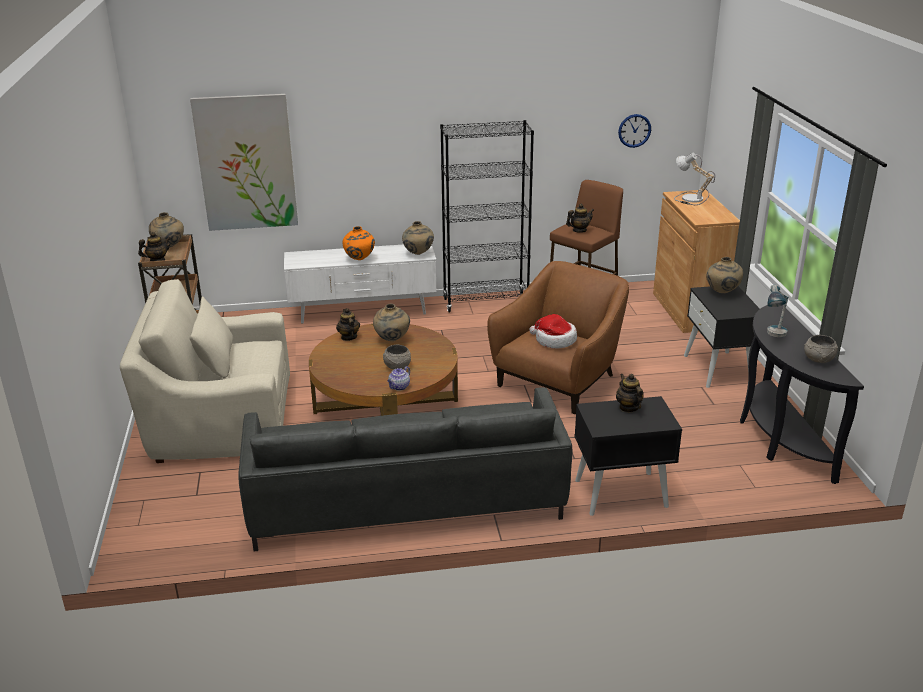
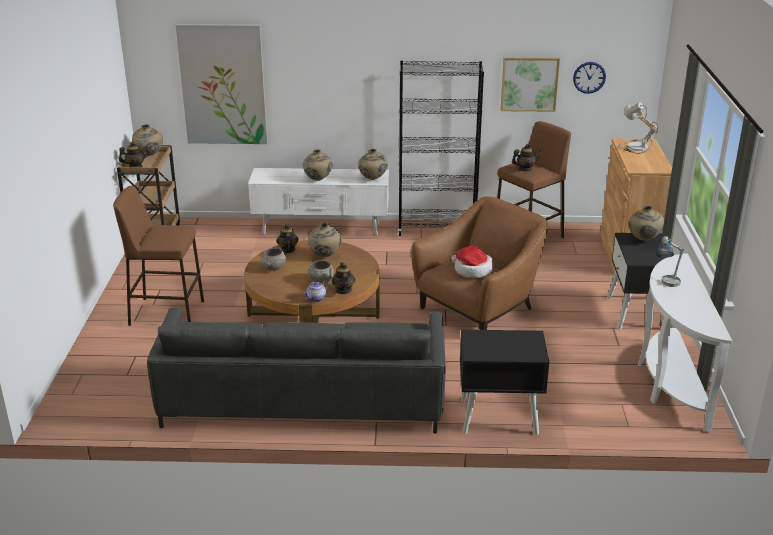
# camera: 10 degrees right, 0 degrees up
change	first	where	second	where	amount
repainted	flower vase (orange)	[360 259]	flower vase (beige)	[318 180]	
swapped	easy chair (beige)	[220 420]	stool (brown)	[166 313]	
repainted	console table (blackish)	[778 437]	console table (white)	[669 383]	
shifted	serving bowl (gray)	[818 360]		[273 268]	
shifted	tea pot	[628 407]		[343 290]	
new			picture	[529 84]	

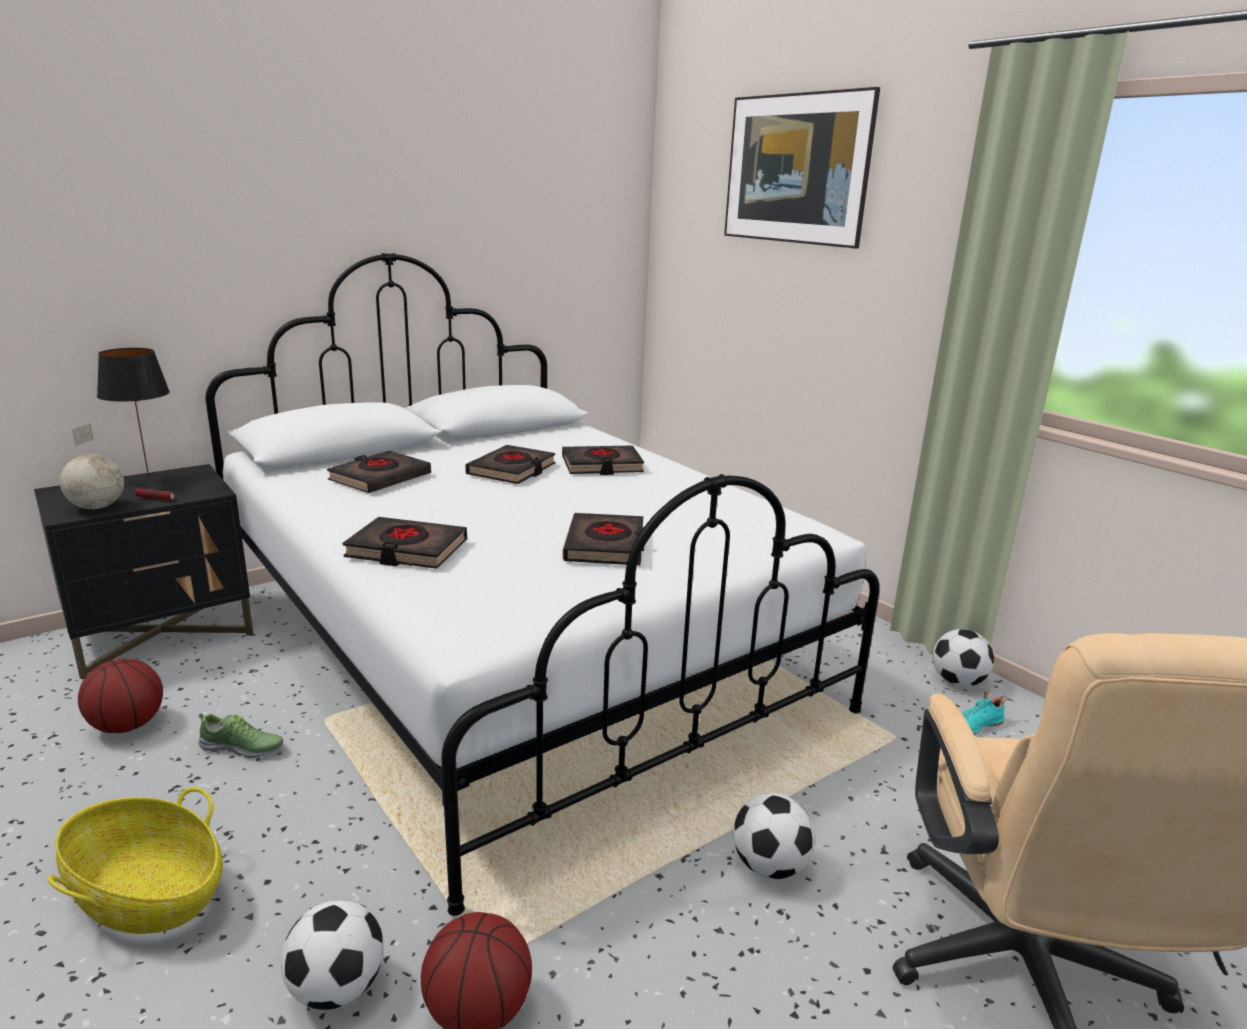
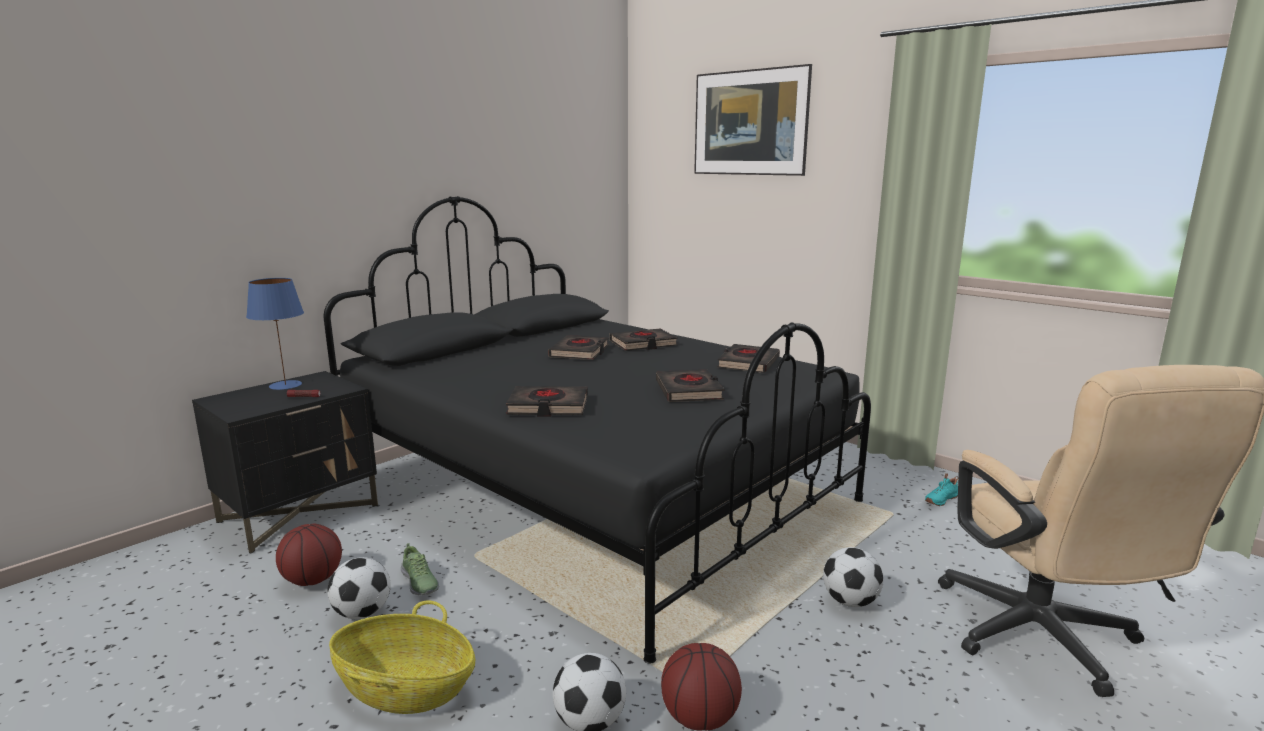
# camera: 10 degrees left, 5 degrees down
change	first	where	second	where	amount
repainted	sleeping bed (white)	[516 647]	sleeping bed (blackish)	[594 490]	
repainted	lamp for a table (blackish)	[148 479]	lamp for a table (bluish)	[285 385]	
gone	globe	[96 507]			
shifted	volume (blackish)	[380 478]		[748 363]	
shifted	ball for football	[957 682]		[362 613]	
rotated	shoe	[243 748]		[419 583]	60 degrees clockwise

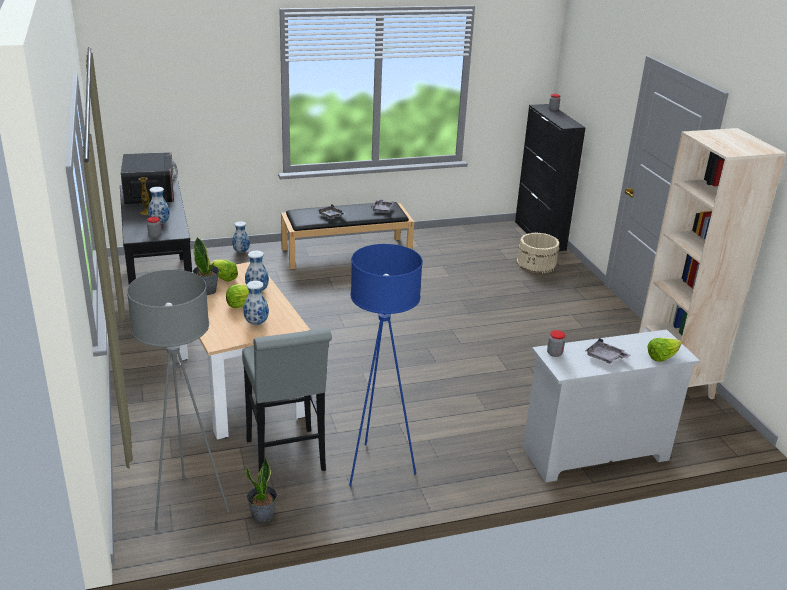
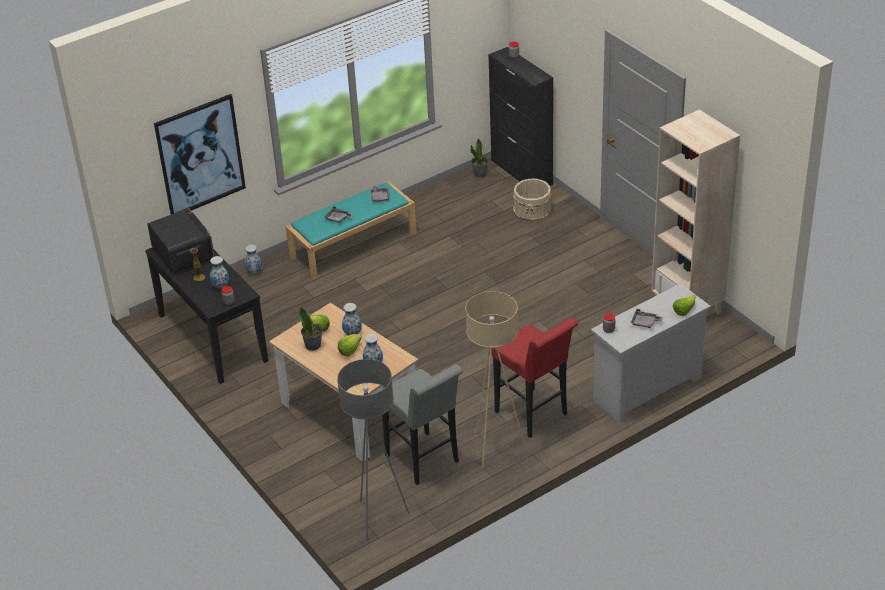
# camera: 15 degrees left, 10 degrees up
change	first	where	second	where	amount
repainted	bench (blackish)	[347 252]	bench (blue-green)	[353 244]	
repainted	standard lamp (bluish)	[377 468]	standard lamp (beige)	[495 448]	
shifted	plant in a pot	[263 516]		[480 174]	
new			picture	[200 156]	
new			stool (red)	[534 415]	

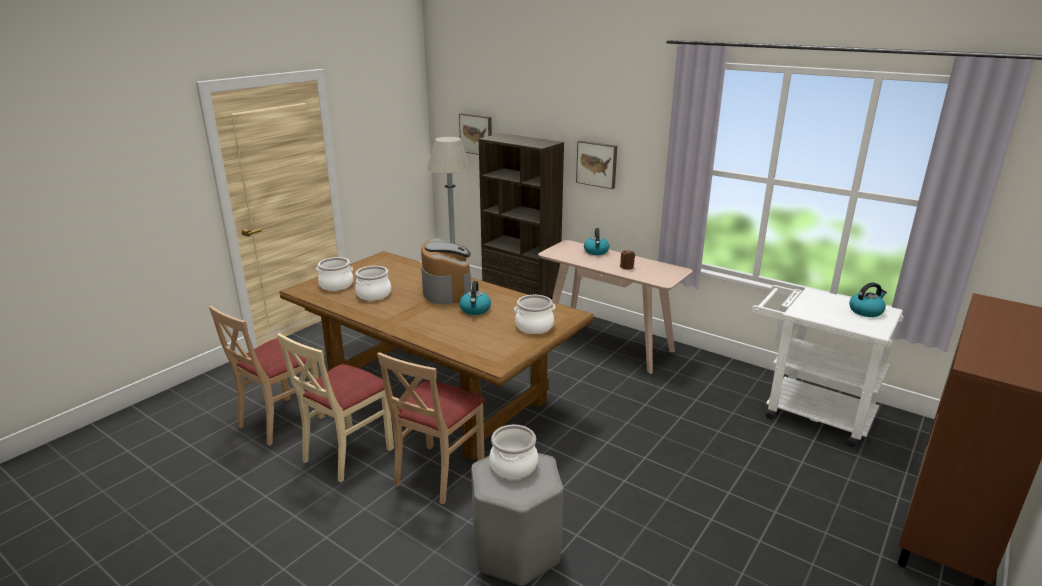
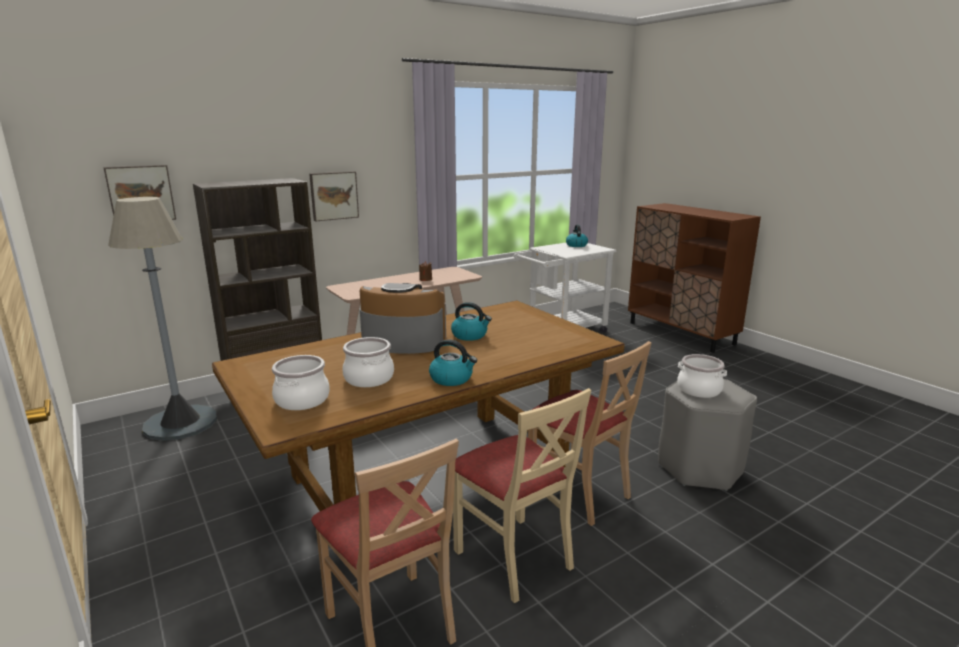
# camera: 70 degrees left, 5 degrees down
change	first	where	second	where	amount
shifted	water kettle	[596 252]		[452 379]	
gone	saucepot	[534 327]			

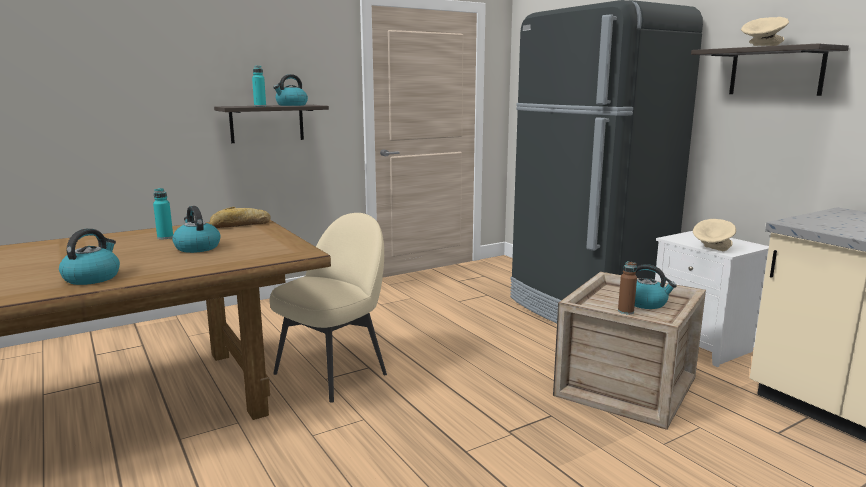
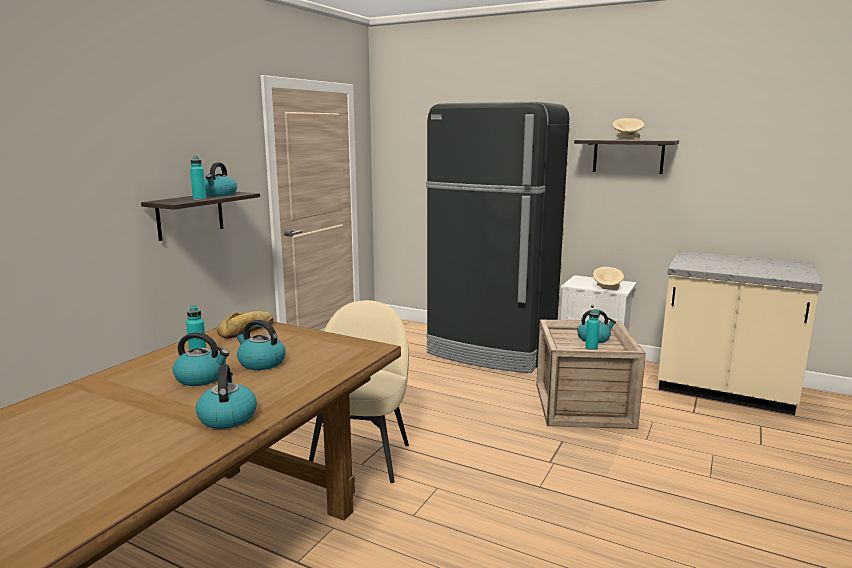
# camera: 30 degrees left, 0 degrees up
change	first	where	second	where	amount
repainted	drink bottle (brown)	[625 311]	drink bottle (blue-green)	[591 348]	
new			water kettle	[202 378]	

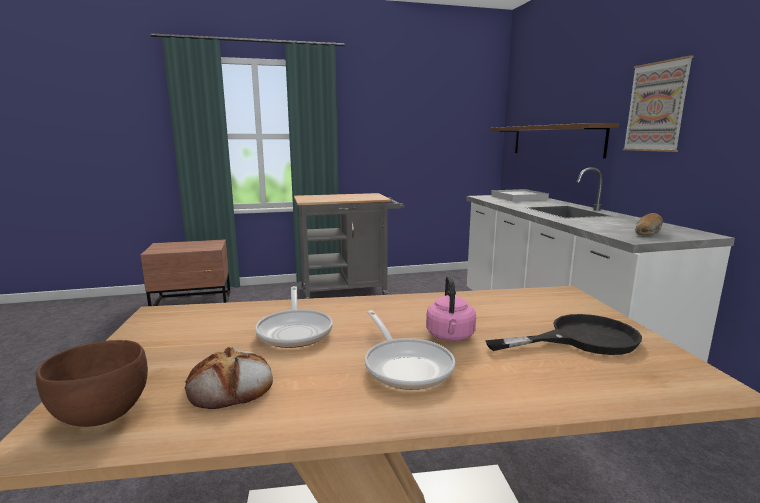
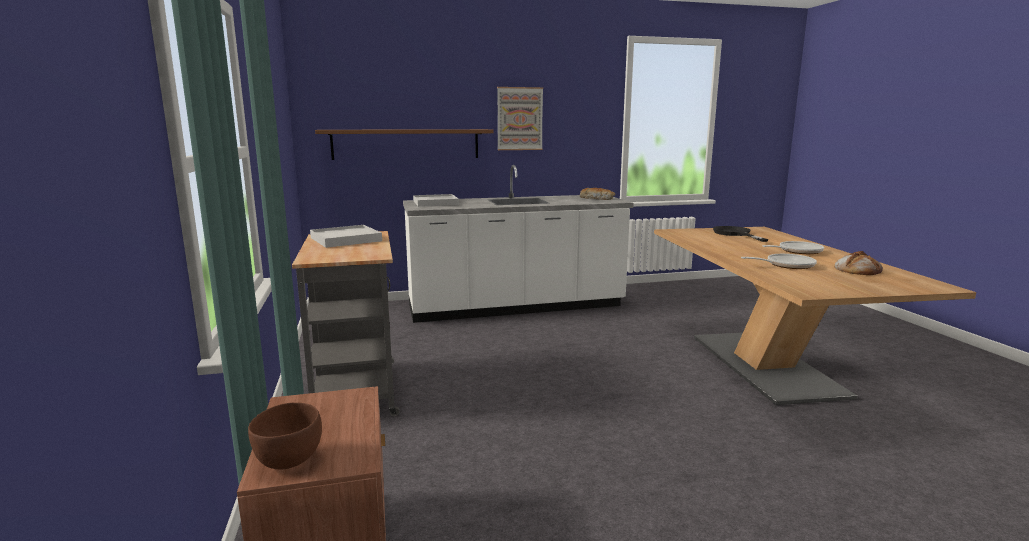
# camera: 90 degrees left, 0 degrees up
change	first	where	second	where	amount
gone	water kettle (pink-coloured)	[450 336]			
shifted	serving bowl (brown)	[103 415]		[290 460]	
new			tray (white)	[346 239]	

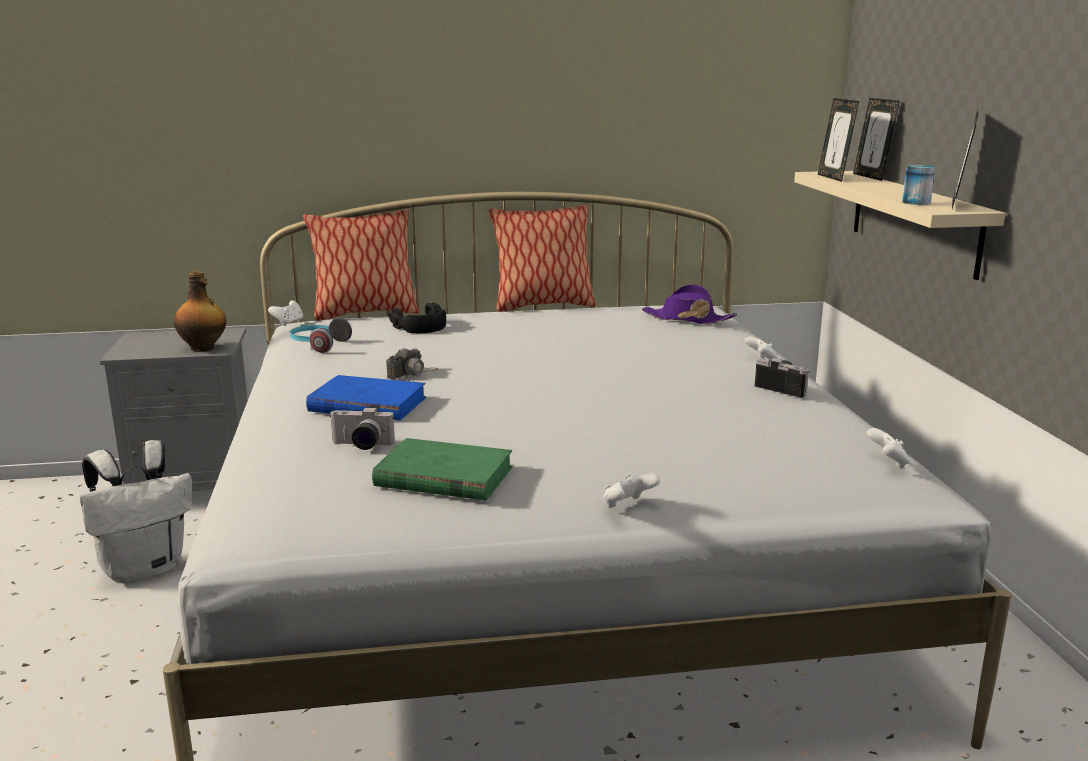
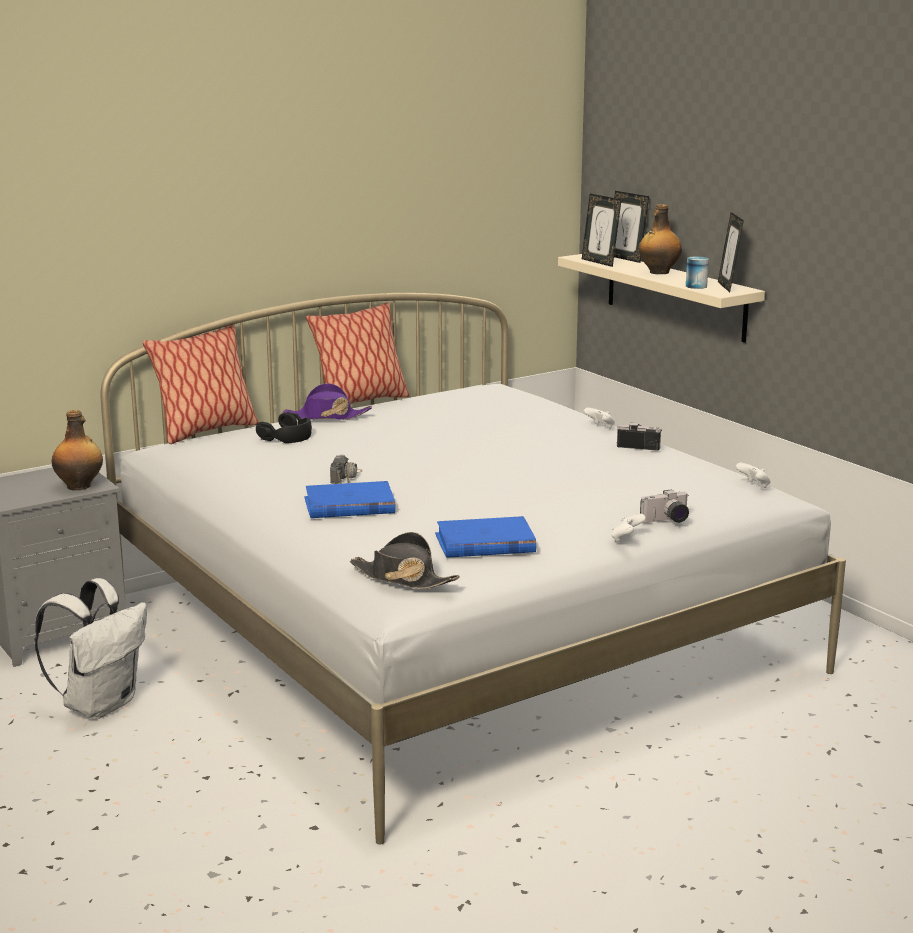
# camera: 25 degrees left, 0 degrees up
change	first	where	second	where	amount
shifted	wearable hat (purple-coloured)	[687 319]		[326 416]	
gone	joypad (white)	[288 323]			
gone	pair of headphones	[318 345]			
shifted	still camera	[361 445]		[667 521]	
repainted	volume (greenish)	[443 476]	volume (bluish)	[484 543]	
new			drink bottle	[658 272]	
new			wearable hat (blackish)	[403 578]	

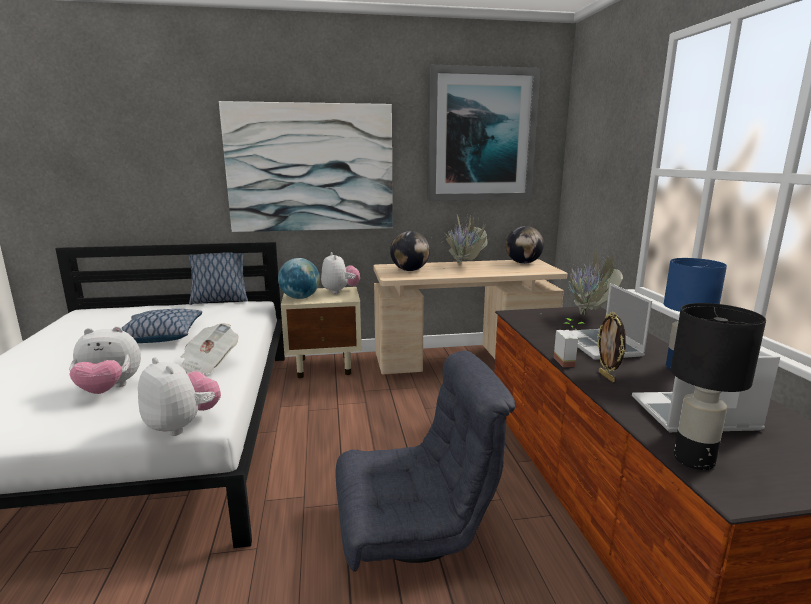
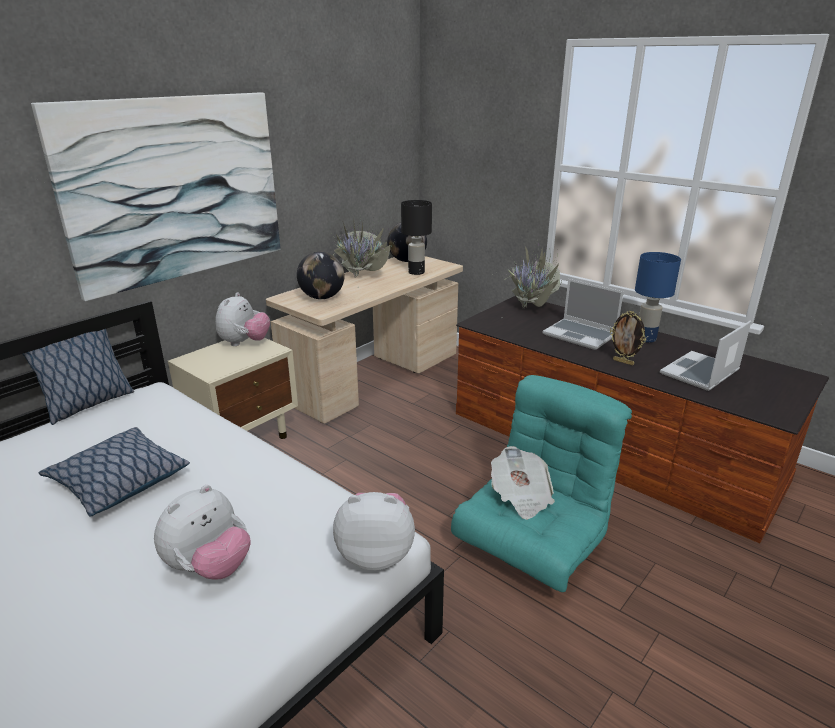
# camera: 40 degrees left, 10 degrees up
change	first	where	second	where	amount
gone	picture	[480 135]			
rotated	soft toy	[340 291]		[244 343]	75 degrees clockwise
gone	globe	[300 298]			
shifted	lamp for a table (blackish)	[693 460]		[416 272]	
gone	plant in a pot	[569 361]			
shifted	printed paper	[207 365]		[521 497]	
repainted	easy chair (gray)	[415 529]	easy chair (blue-green)	[534 543]	

